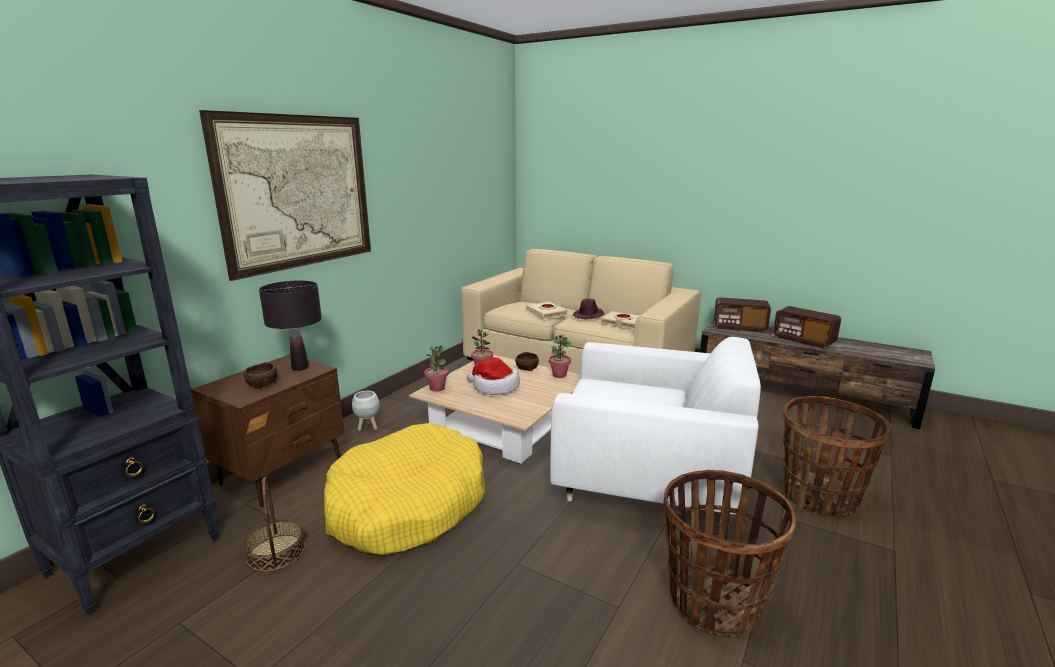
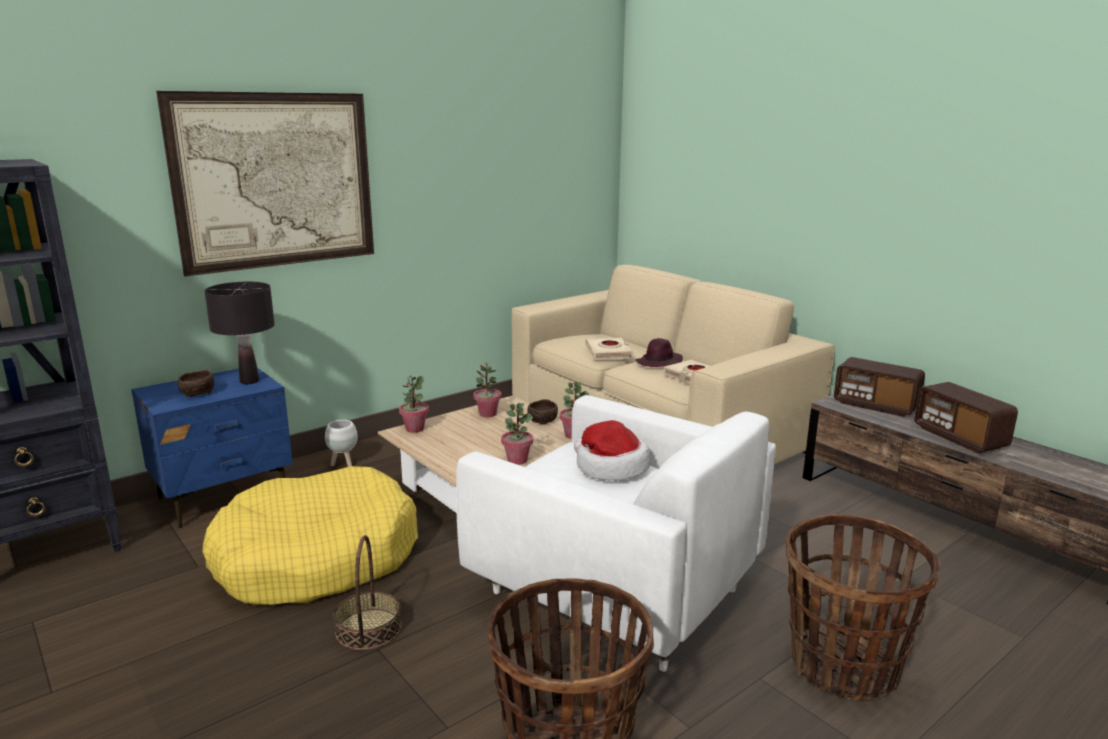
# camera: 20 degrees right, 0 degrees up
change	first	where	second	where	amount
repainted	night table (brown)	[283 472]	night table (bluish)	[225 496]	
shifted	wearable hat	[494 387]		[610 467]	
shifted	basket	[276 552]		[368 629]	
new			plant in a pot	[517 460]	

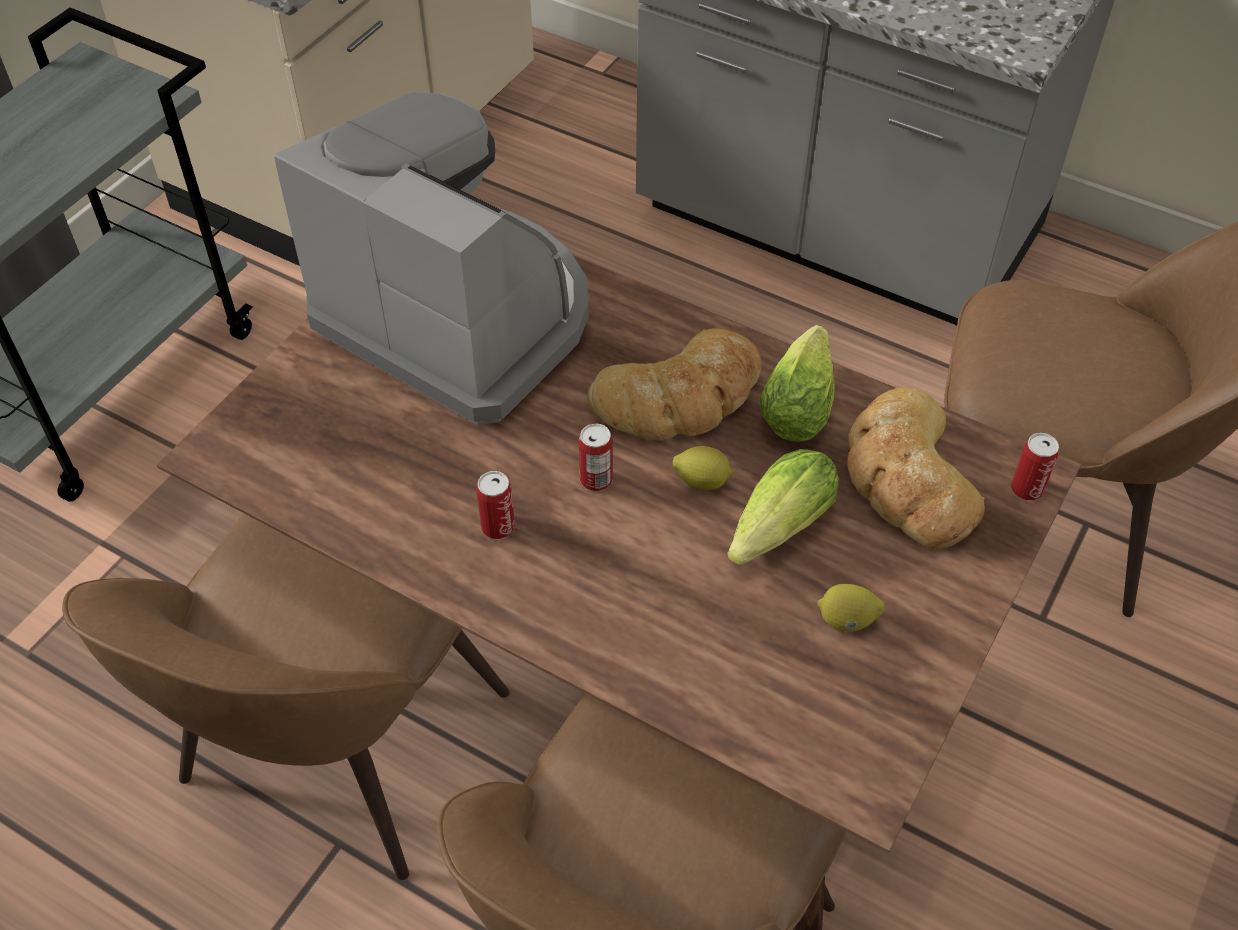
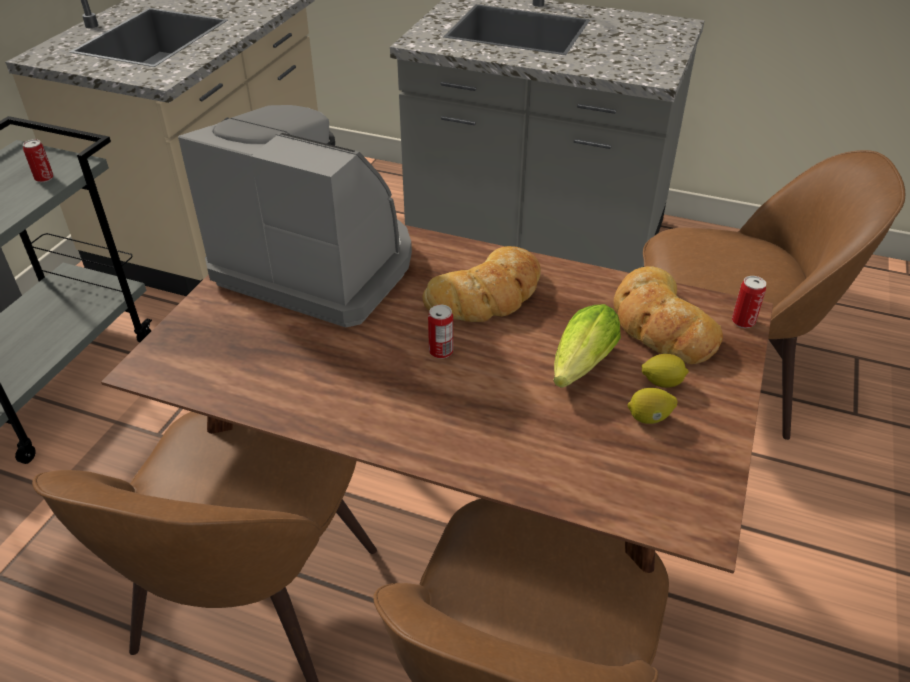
# camera: 10 degrees left, 10 degrees down
change	first	where	second	where	amount
gone	lettuce	[800 401]			
shifted	lemon	[702 481]		[661 382]	
shifted	sealed can	[498 527]		[44 178]	

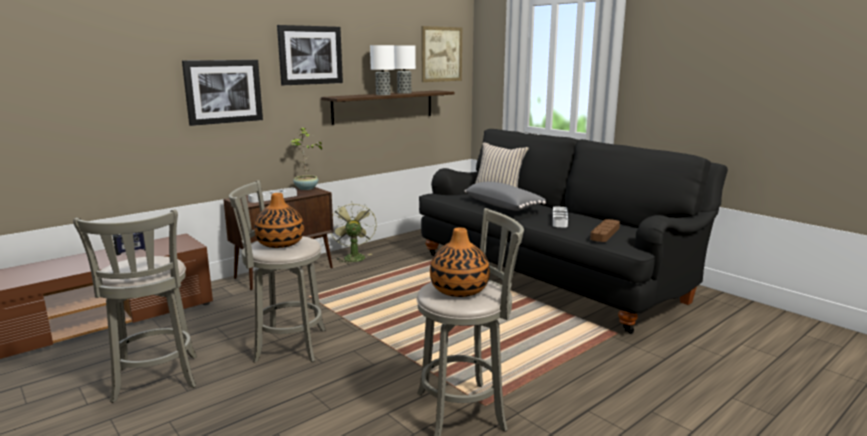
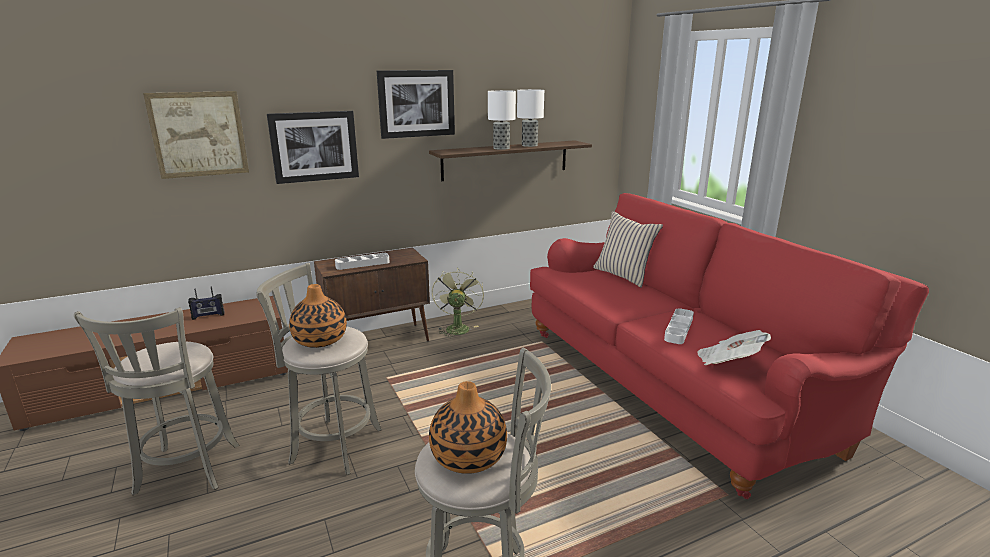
# camera: 15 degrees right, 5 degrees up
change	first	where	second	where	amount
shifted	picture	[441 54]		[199 134]	
gone	plant in a pot	[306 188]			
repainted	couch (blackish)	[550 275]	couch (red)	[673 384]	
gone	cushion (gray)	[504 206]			
swapped	tray (brown)	[605 233]	printed paper	[728 362]	

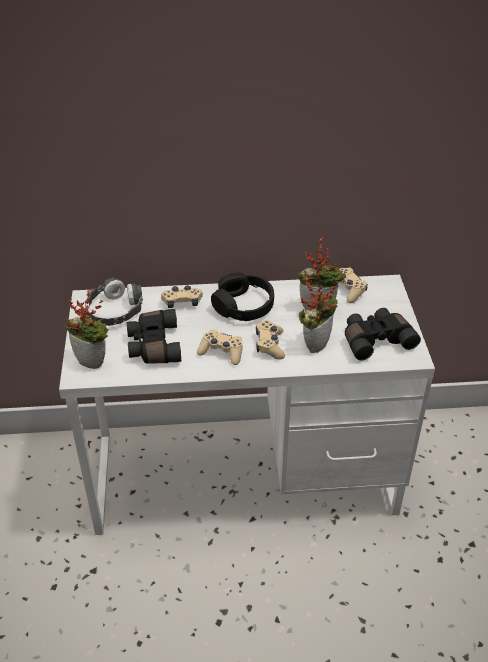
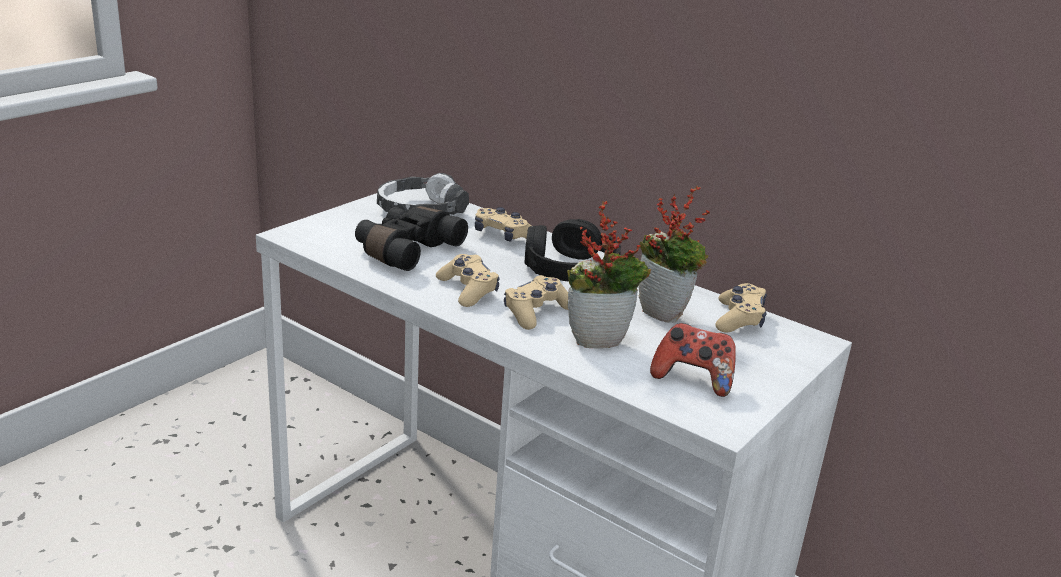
# camera: 40 degrees right, 15 degrees down
change	first	where	second	where	amount
gone	plant in a pot	[94 361]			
swapped	binoculars (blackish)	[376 340]	joypad	[693 379]	

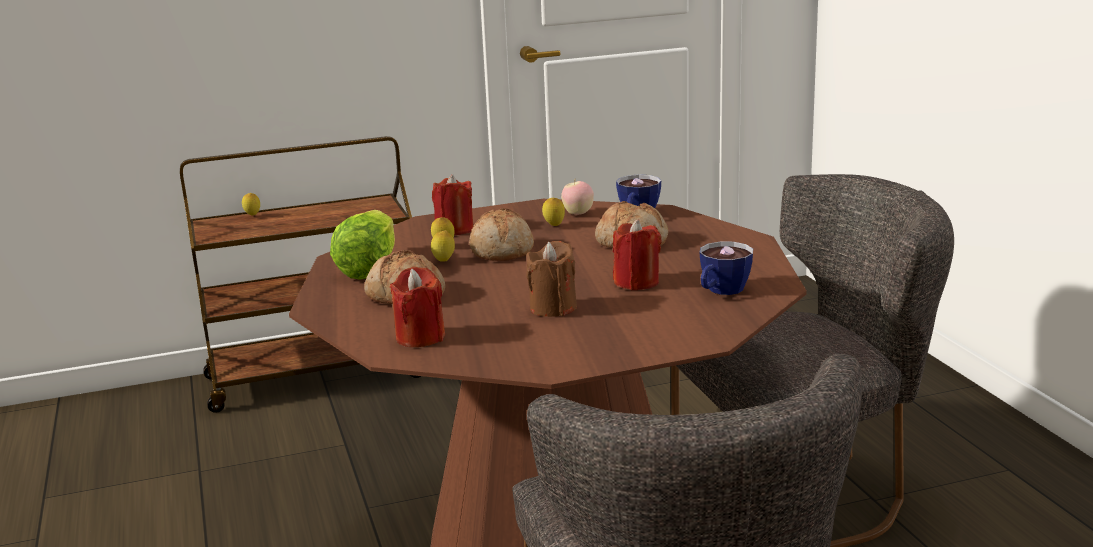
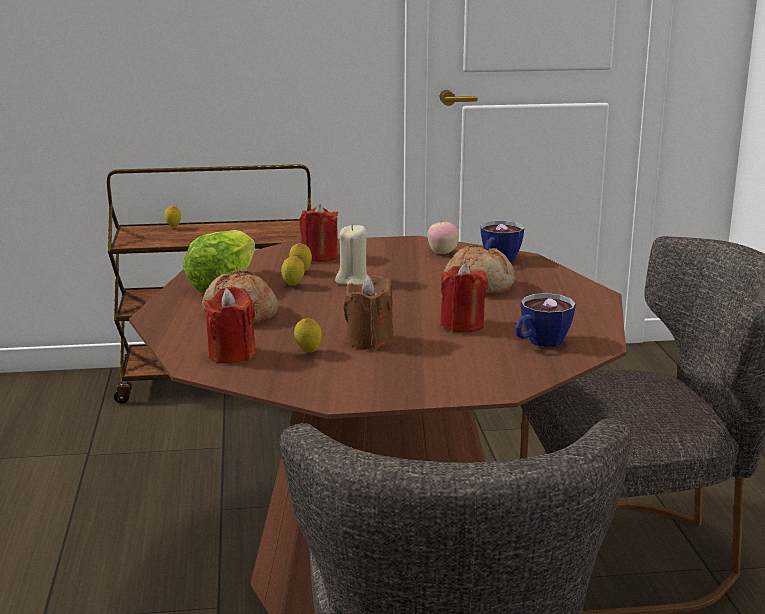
# camera: 10 degrees right, 0 degrees up
change	first	where	second	where	amount
shifted	lemon	[554 226]		[308 352]	
swapped	bread	[502 250]	candle (beige)	[352 281]	

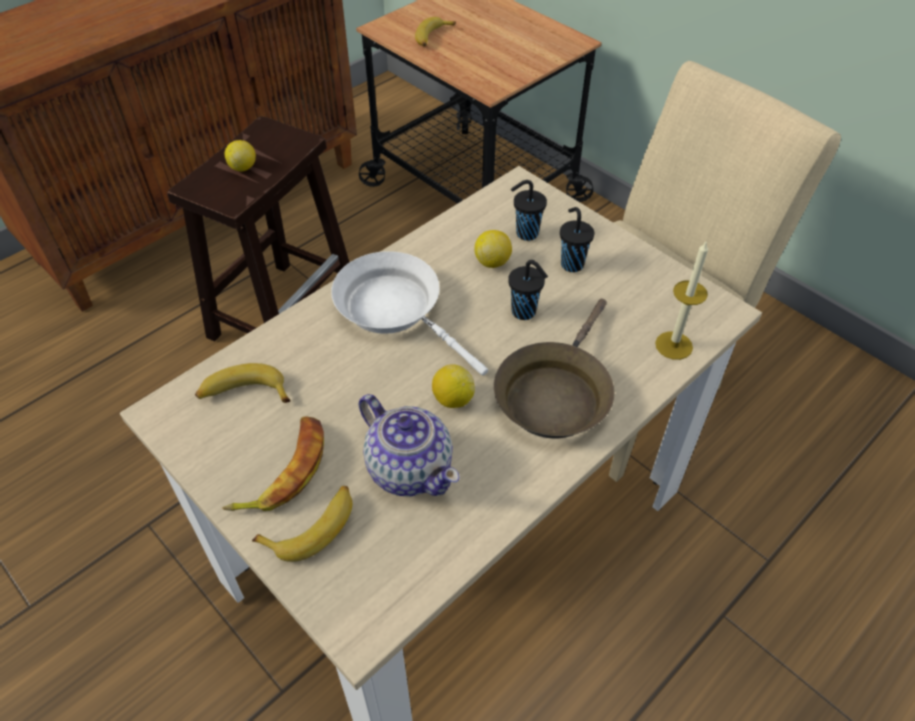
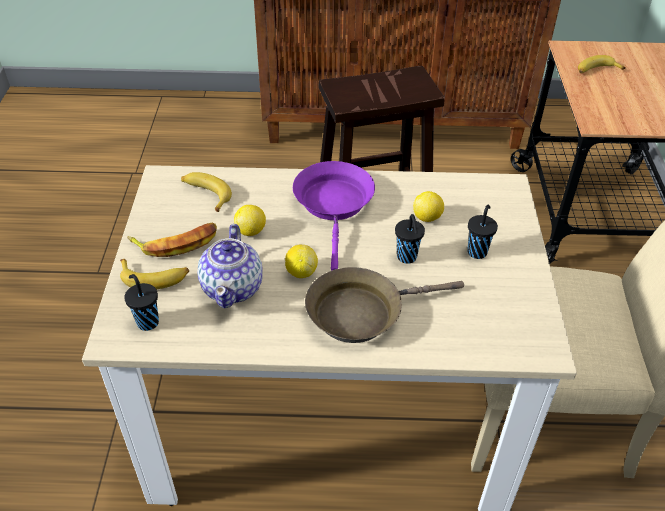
# camera: 45 degrees right, 5 degrees down
change	first	where	second	where	amount
shifted	lemon	[243 167]		[251 231]	
shifted	small cup (blackish)	[525 233]		[147 321]	
gone	candle	[673 345]			
repainted	skillet (white)	[395 309]	skillet (purple-coloured)	[334 205]	

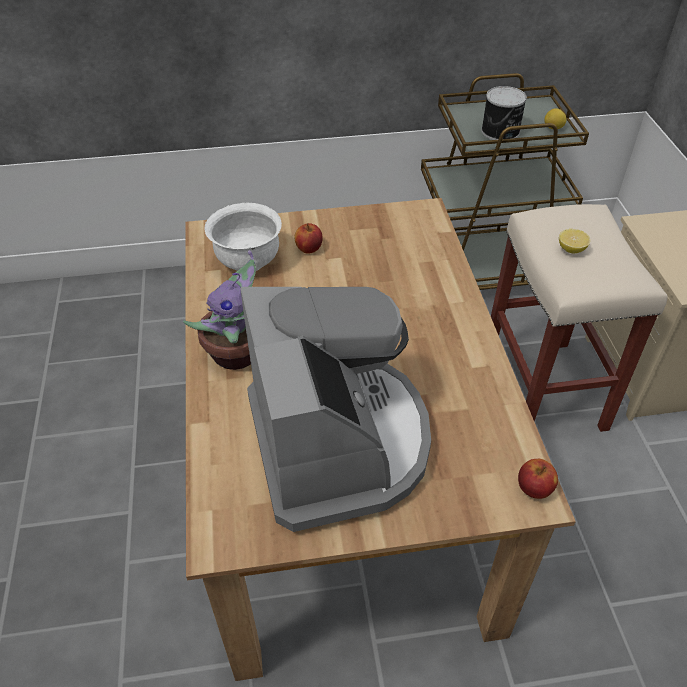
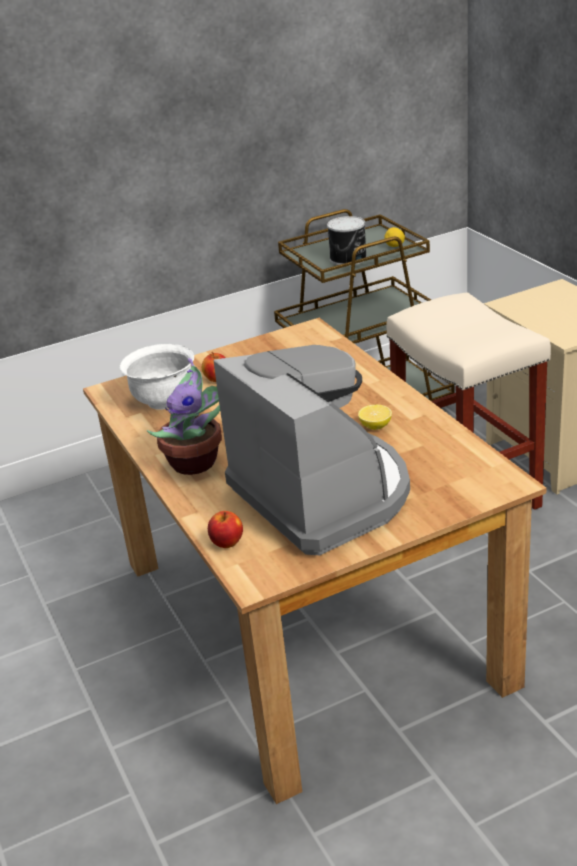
# camera: 15 degrees left, 15 degrees down
change	first	where	second	where	amount
shifted	lemon	[571 249]		[375 426]	
shifted	apple	[534 488]		[227 543]	

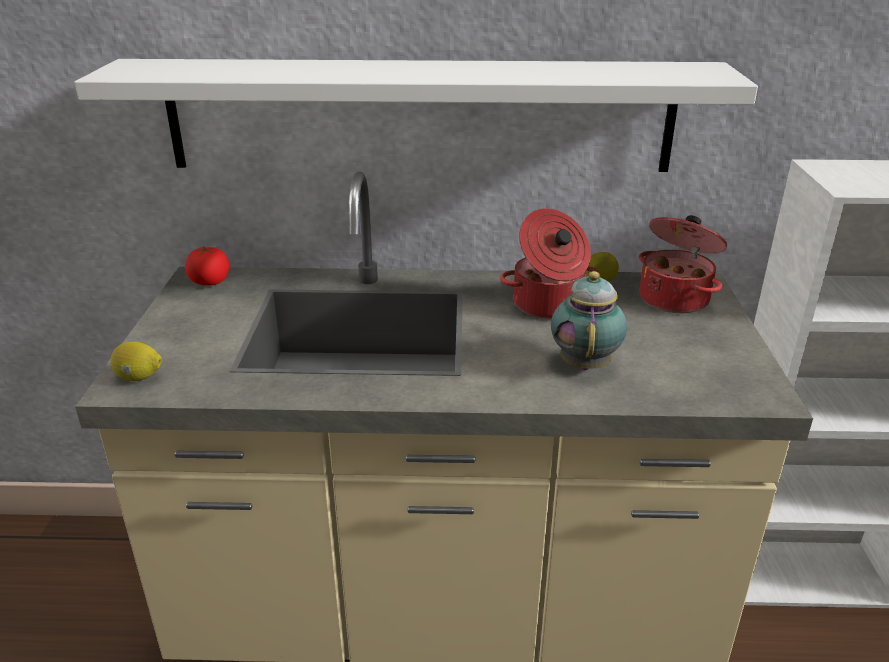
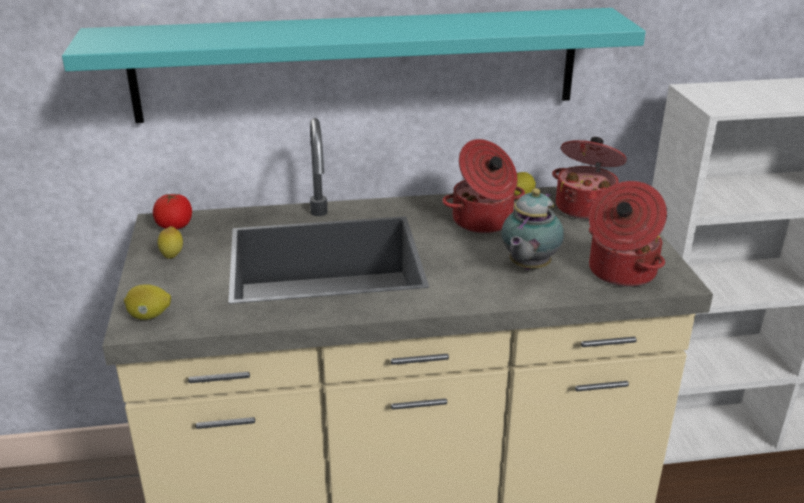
# camera: 10 degrees left, 0 degrees up
change	first	where	second	where	amount
repainted	bracket shelf (white)	[419 116]	bracket shelf (blue-green)	[358 65]	
rotated	tea pot	[585 363]		[527 267]	150 degrees counterclockwise
new			saucepot	[620 272]	
new			lemon	[172 257]	

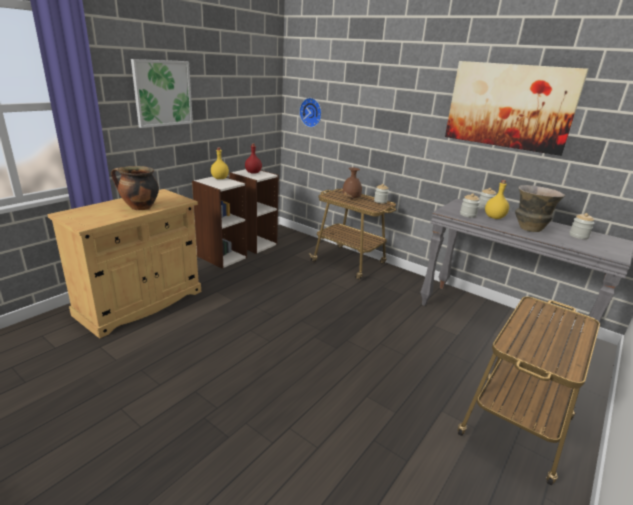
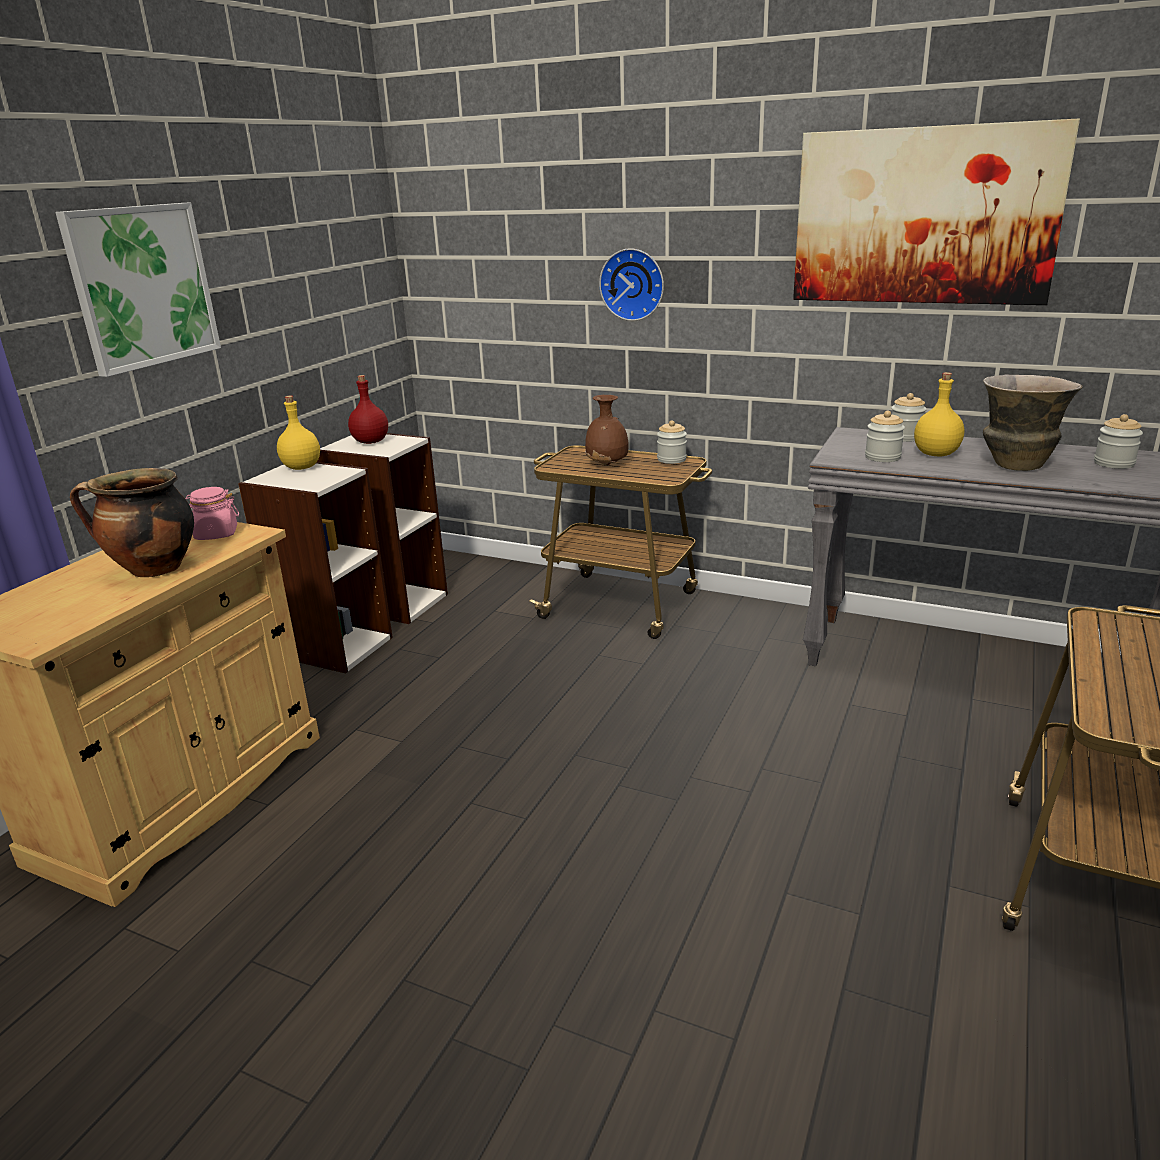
# camera: 10 degrees left, 0 degrees up
change	first	where	second	where	amount
shifted	wall clock	[311 112]		[633 284]	
new			jar (pink-coloured)	[216 534]	

